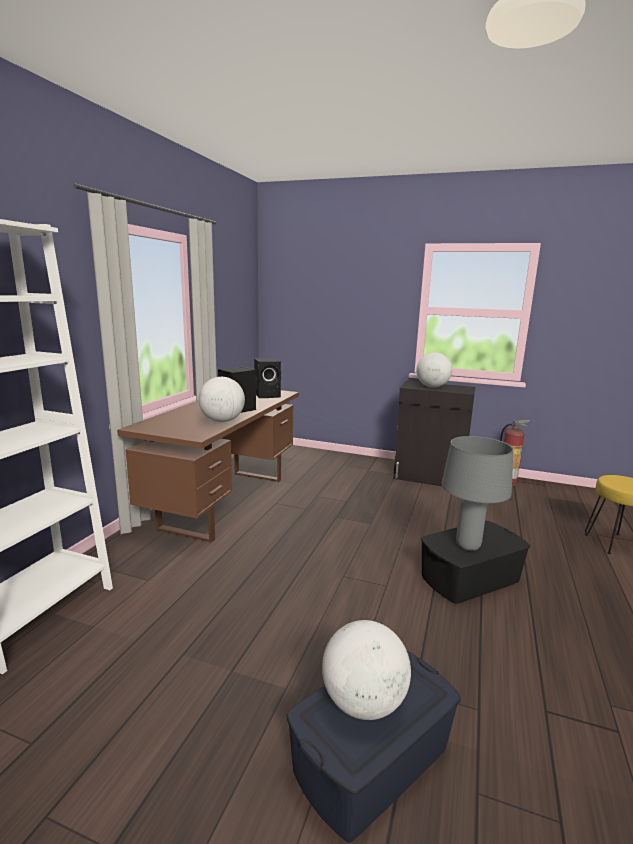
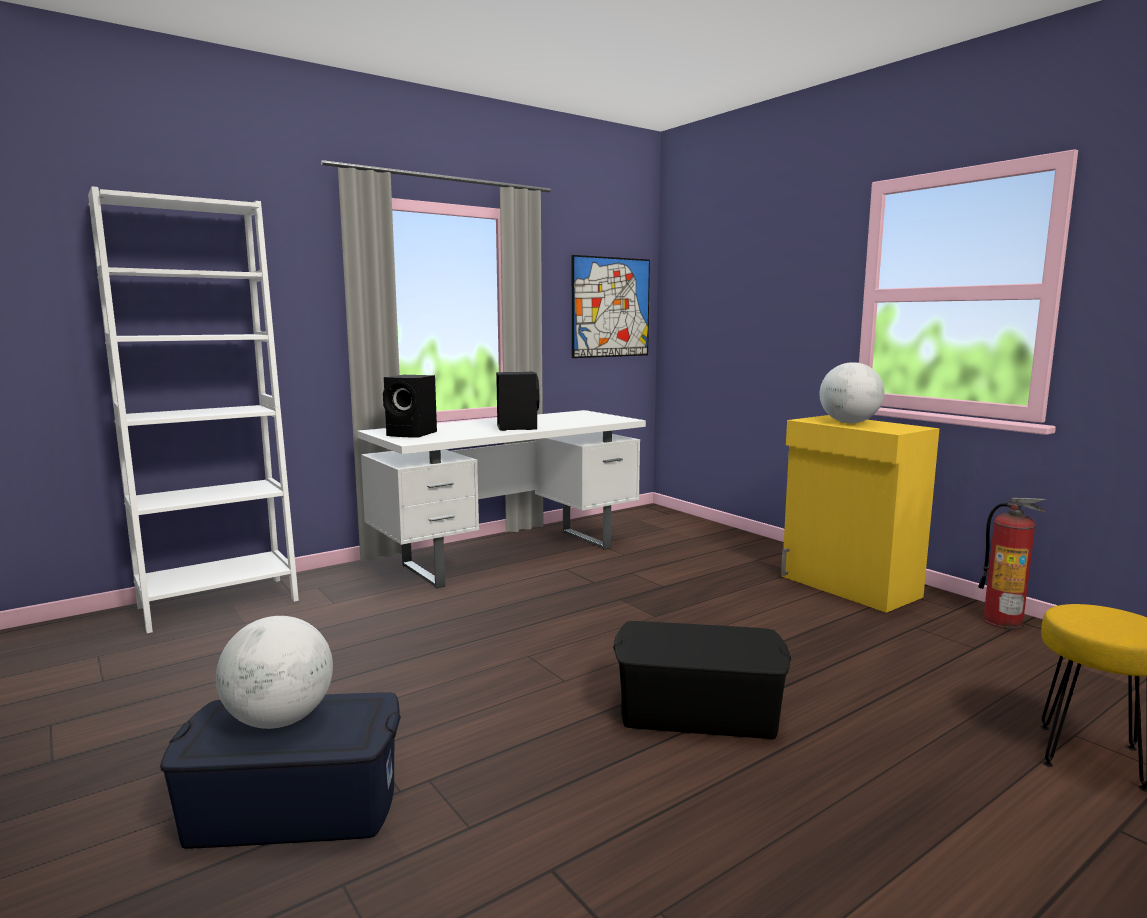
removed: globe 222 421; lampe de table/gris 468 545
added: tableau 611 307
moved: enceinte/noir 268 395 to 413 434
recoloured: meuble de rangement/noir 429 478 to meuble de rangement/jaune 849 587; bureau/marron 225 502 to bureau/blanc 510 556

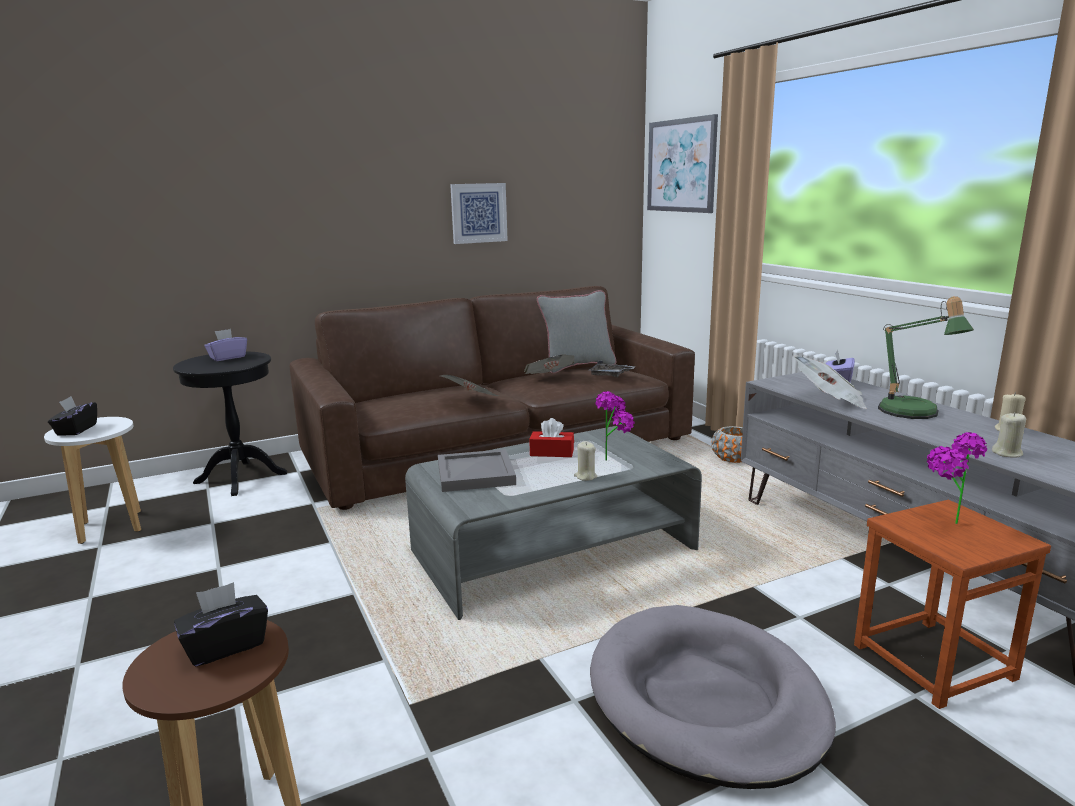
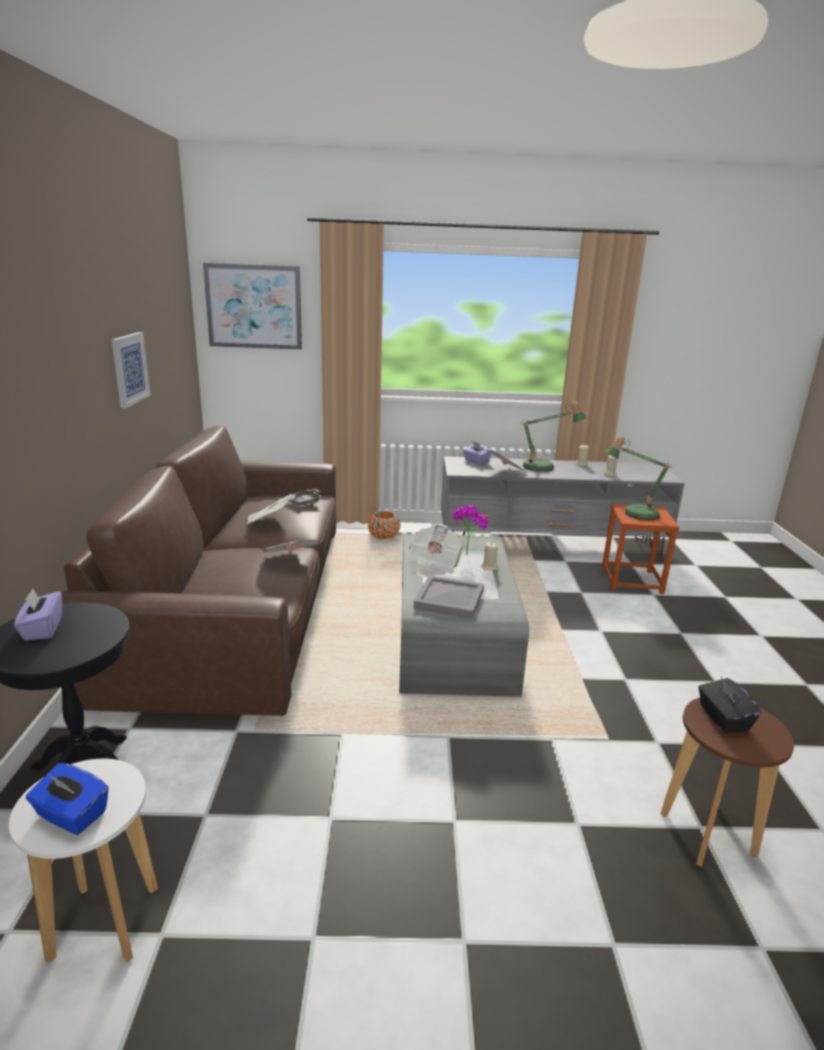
removed: coussin/gris 577 366; panier pour chien/gris 705 699
replaced: boîte à mouchoirs/rouge 552 452 to journal 434 565; plante en pot 943 522 to lampe de table 635 513
recoloured: boîte à mouchoirs/noir 76 430 to boîte à mouchoirs/bleu 71 815

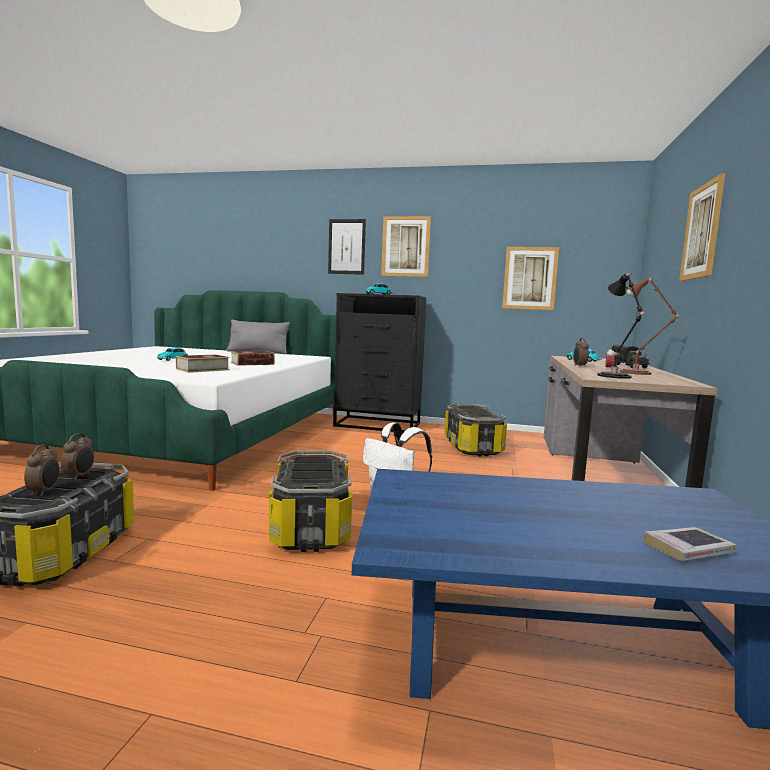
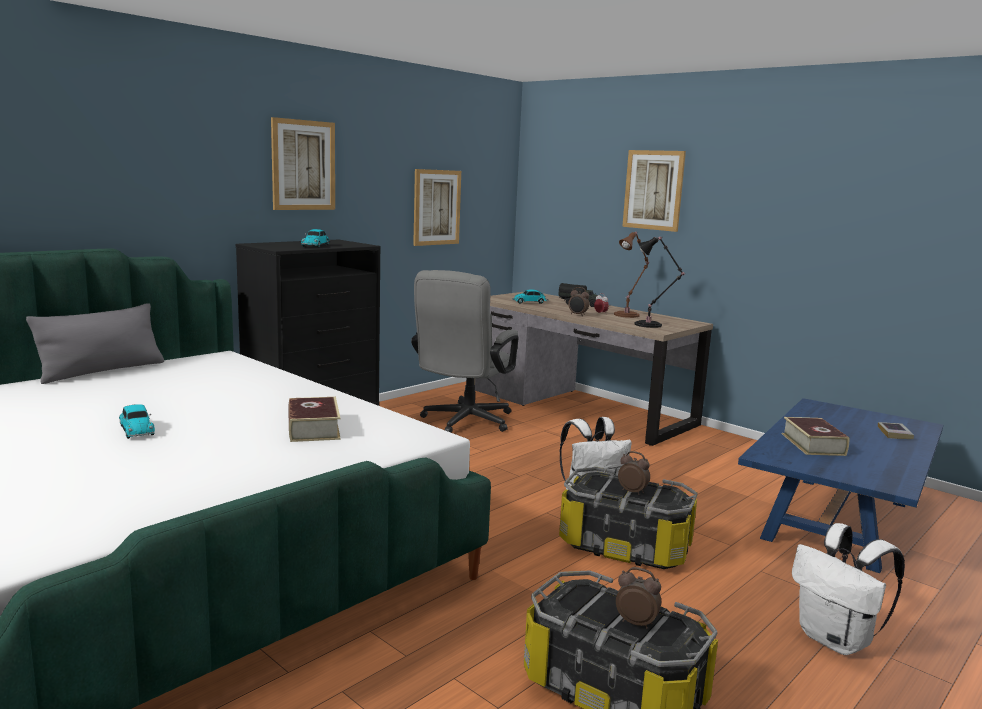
removed: tableau 346 247
added: sac à dos/blanc 836 640
moved: livre 252 363 to 813 444; réveil 79 477 to 632 491
replaced: boîte de rangement 472 447 to chaise de bureau/gris 463 422

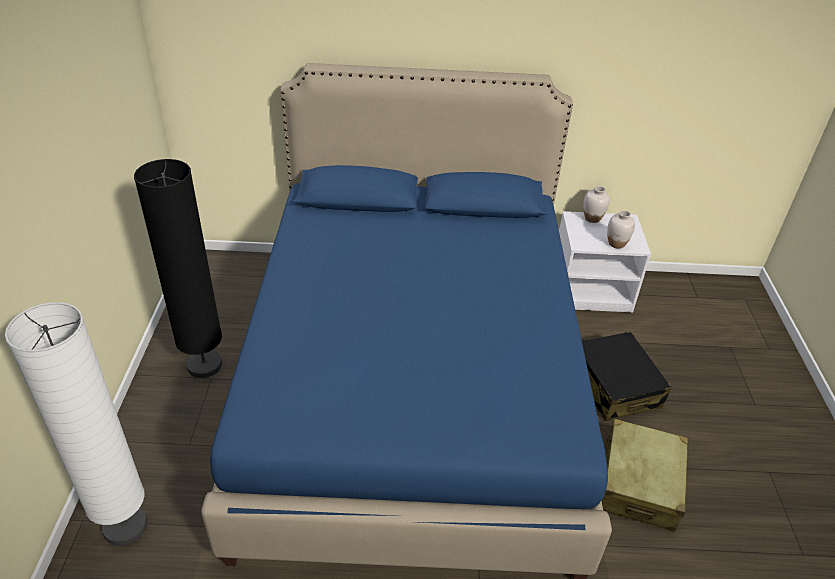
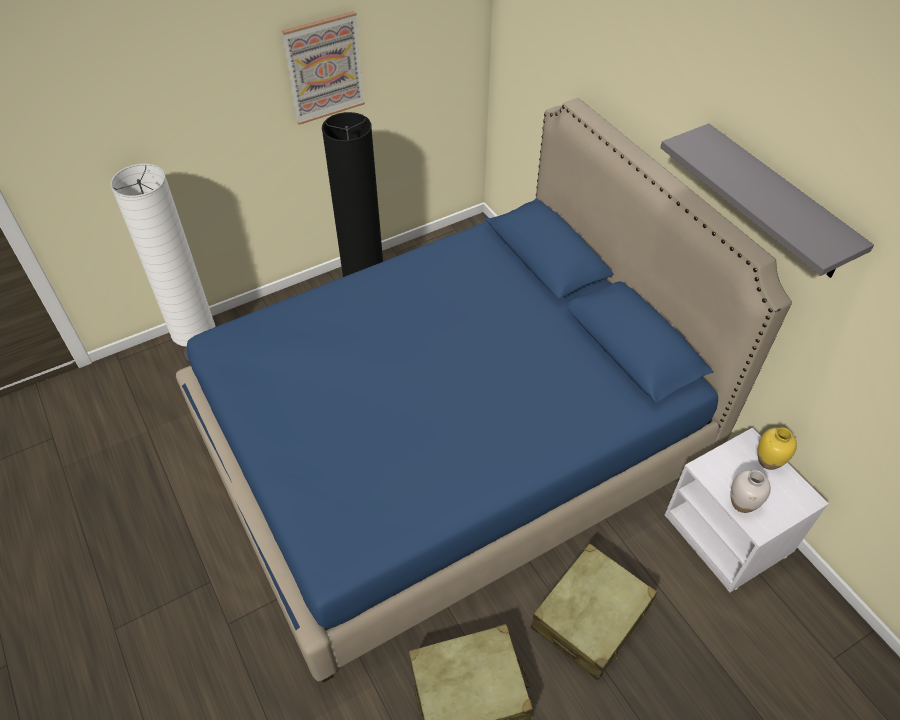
added: tableau 324 68; étagère/gris 776 203
recoloured: vase/blanc 592 218 to vase/jaune 768 461; valise/noir 614 386 to valise/beige 591 617

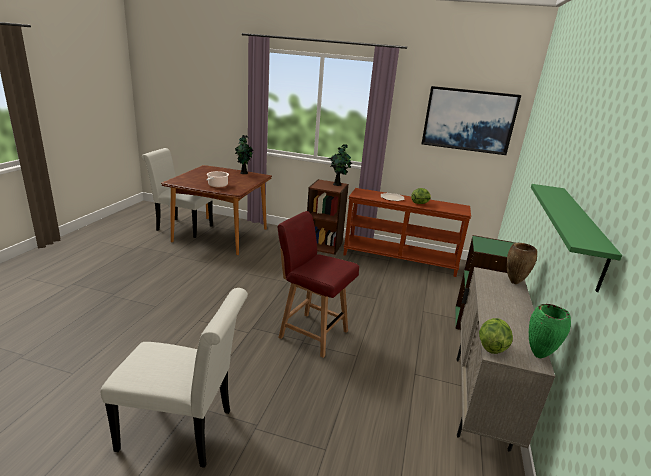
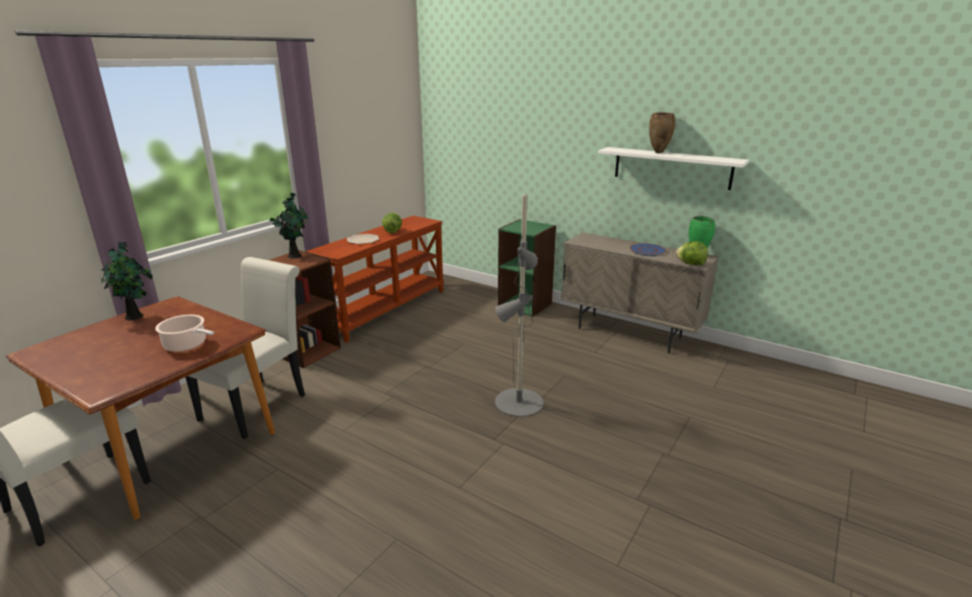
removed: tableau 468 120
added: assiette/bleu 647 250
moved: vase/marron 513 282 to 658 152; chaise/blanc 183 431 to 259 404
replaced: chaise/rouge 312 333 to lampadaire/gris 518 396
recoloured: étagère/vert 580 234 to étagère/blanc 671 168

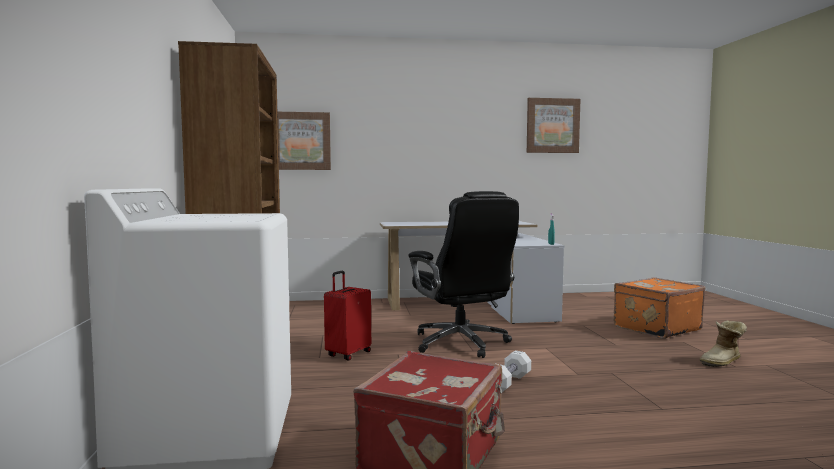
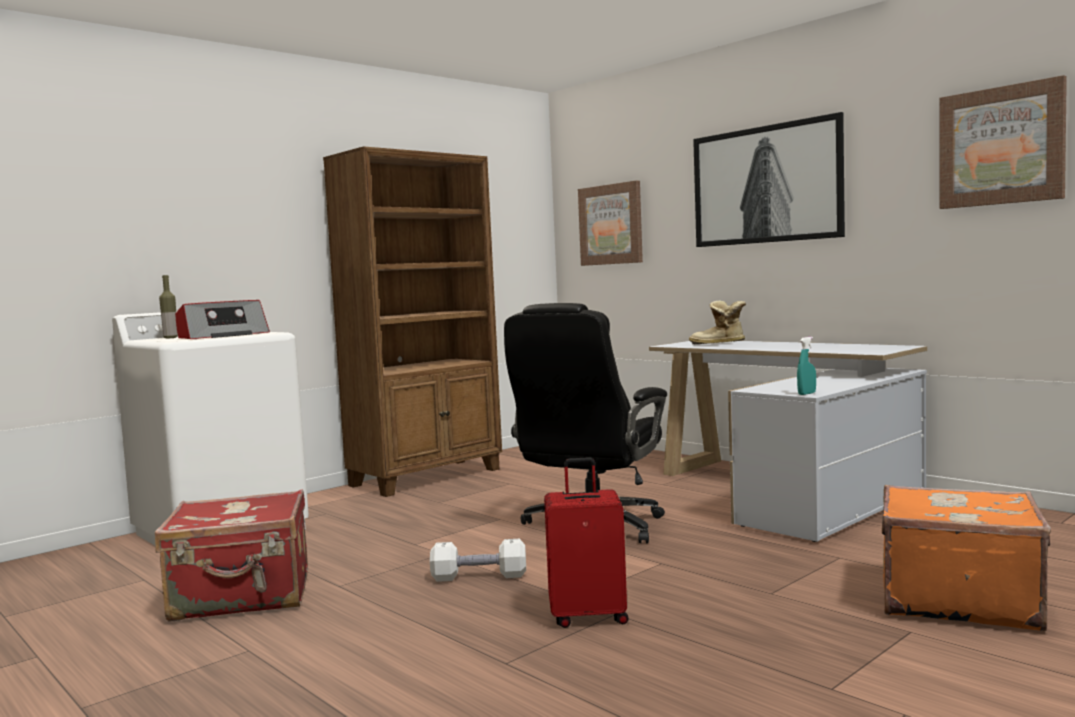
added: tableau 765 184; bouteille 170 338; radio 222 336
moved: valise/rouge 348 354 to 588 616; botte 723 362 to 718 344

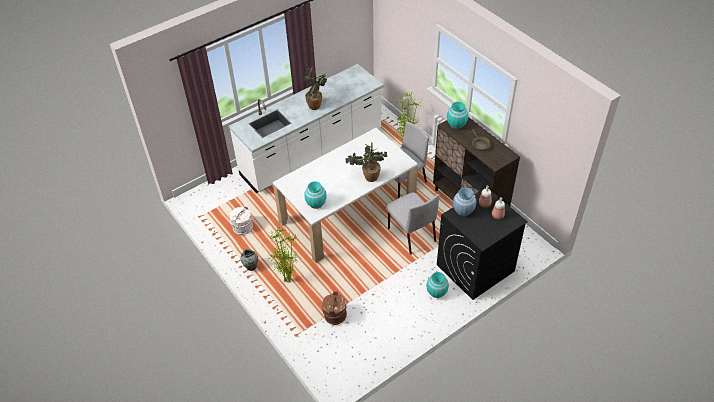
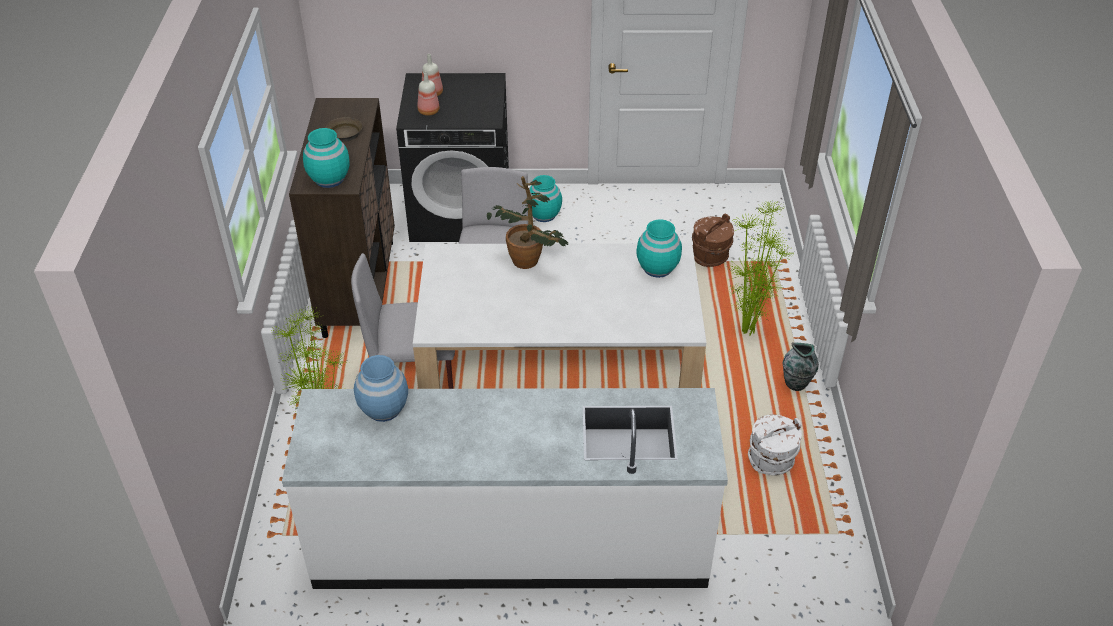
removed: plante en pot 316 104
moved: vase/bleu 463 210 to 383 409

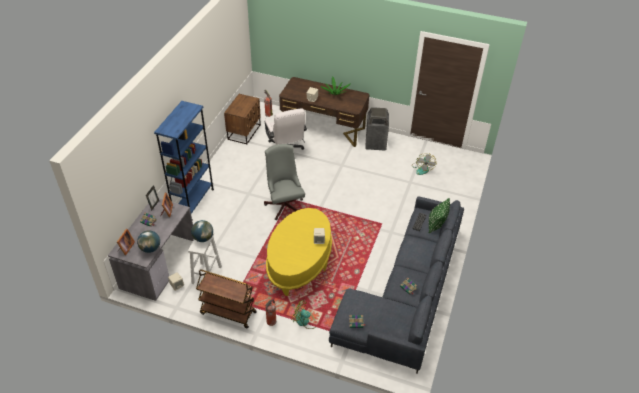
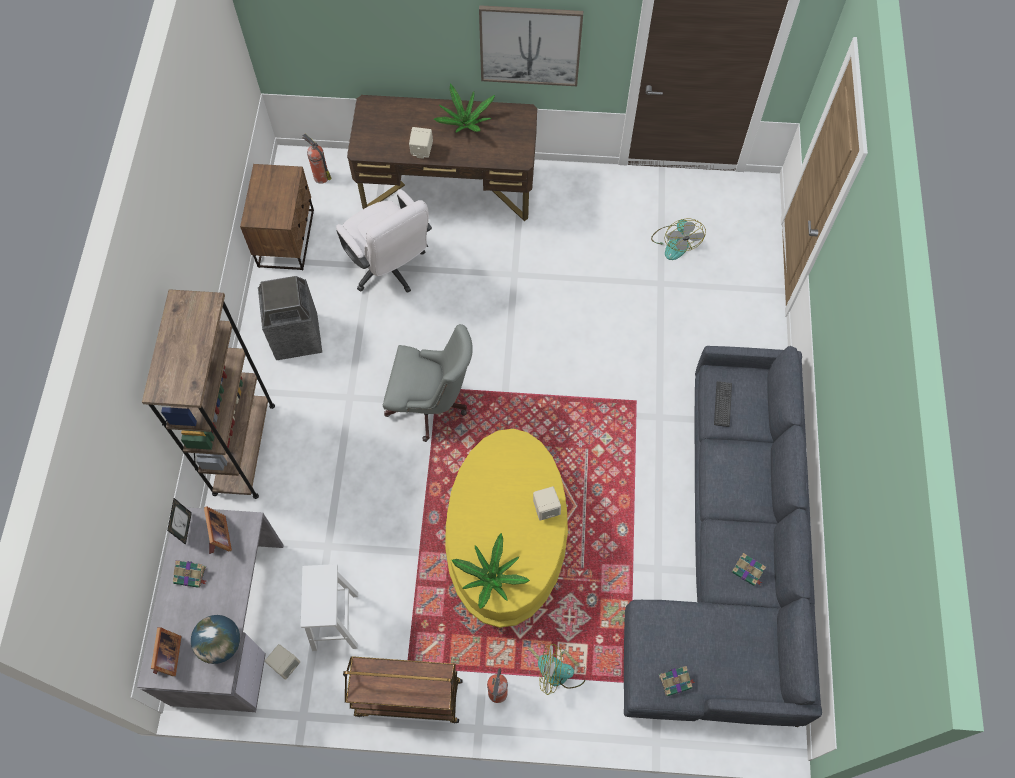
removed: coussin/vert 436 224; globe 203 238
added: tableau 530 45; plante en pot 490 577
moved: poubelle 376 143 to 297 337
recoloured: bibliothèque/bleu 193 202 to bibliothèque/marron 244 449
turned: chaise de bureau/gris 284 204 = 431 405 135 degrees clockwise

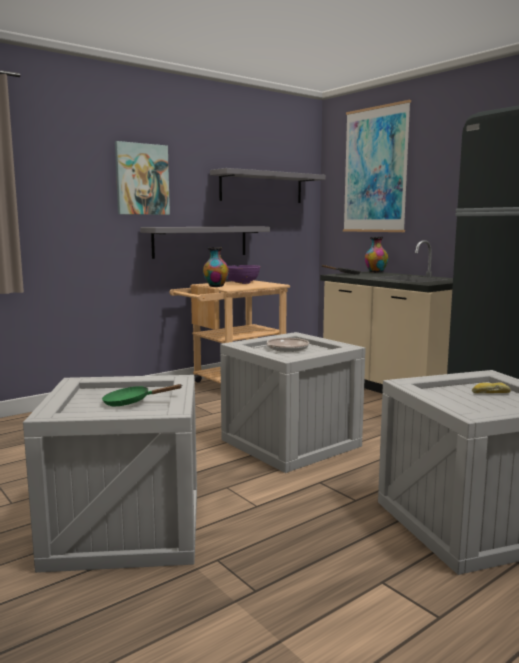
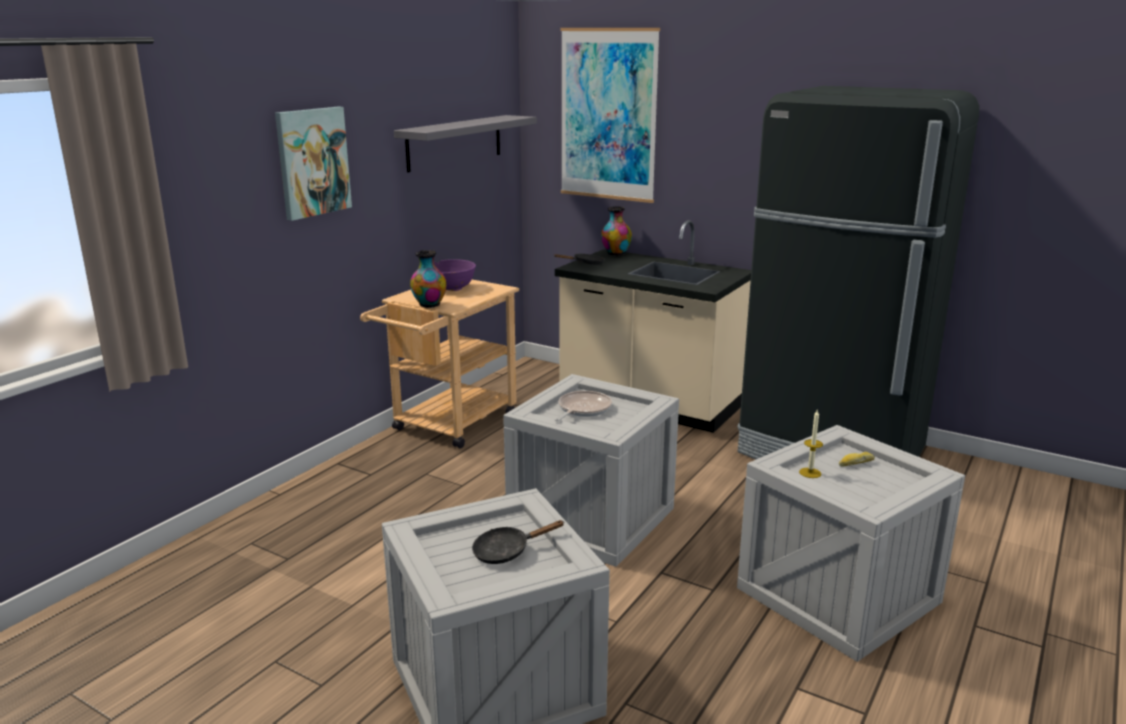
removed: étagère/gris 200 241
added: bougie 810 473
recoloured: poêle/vert 131 402 to poêle/noir 506 551

